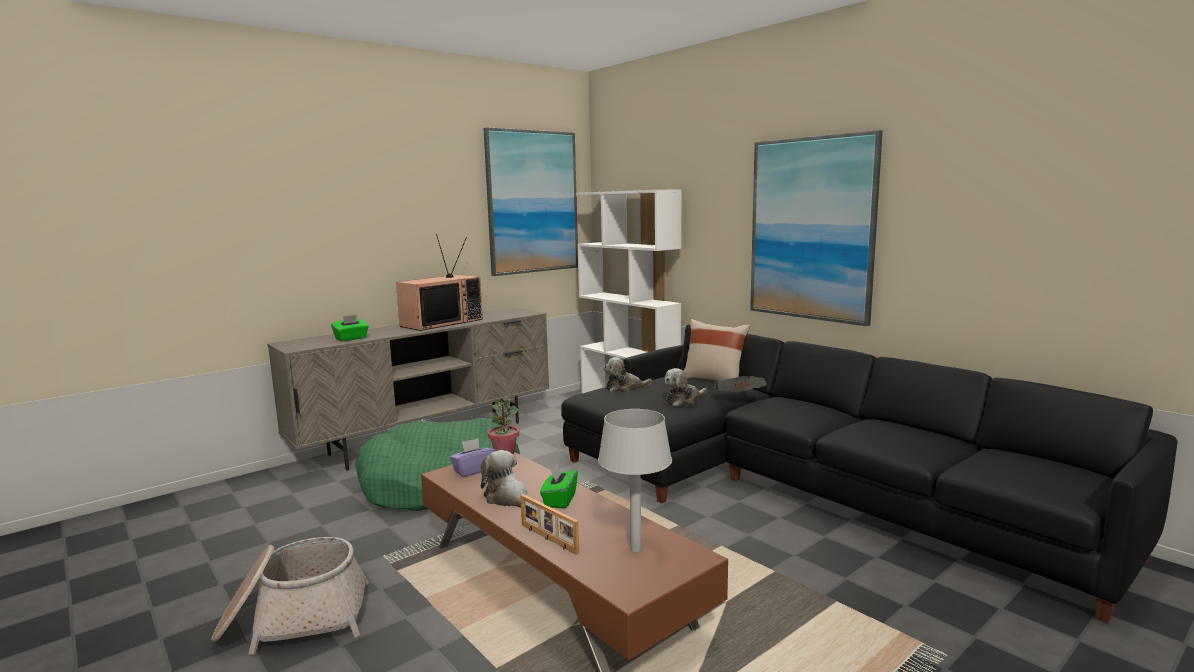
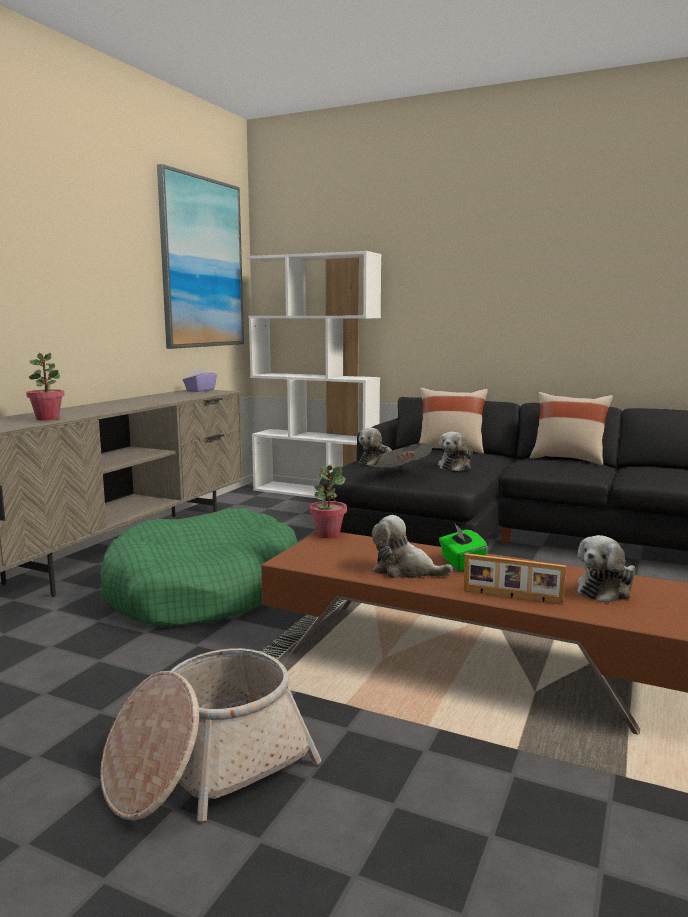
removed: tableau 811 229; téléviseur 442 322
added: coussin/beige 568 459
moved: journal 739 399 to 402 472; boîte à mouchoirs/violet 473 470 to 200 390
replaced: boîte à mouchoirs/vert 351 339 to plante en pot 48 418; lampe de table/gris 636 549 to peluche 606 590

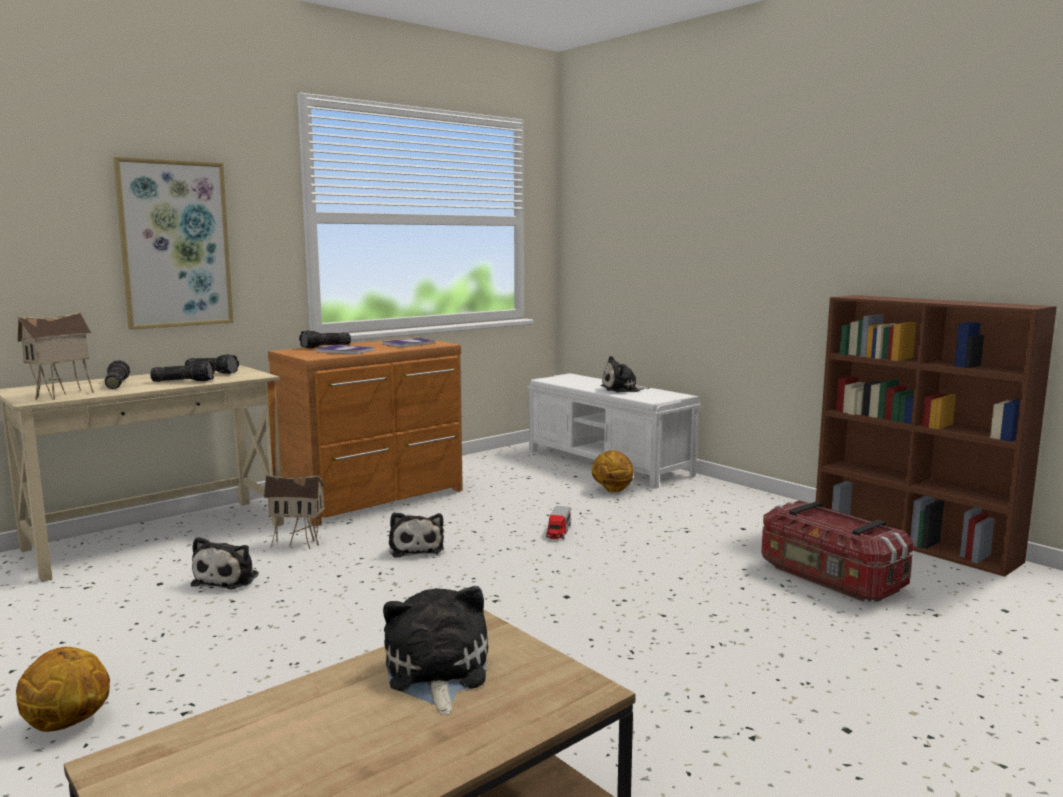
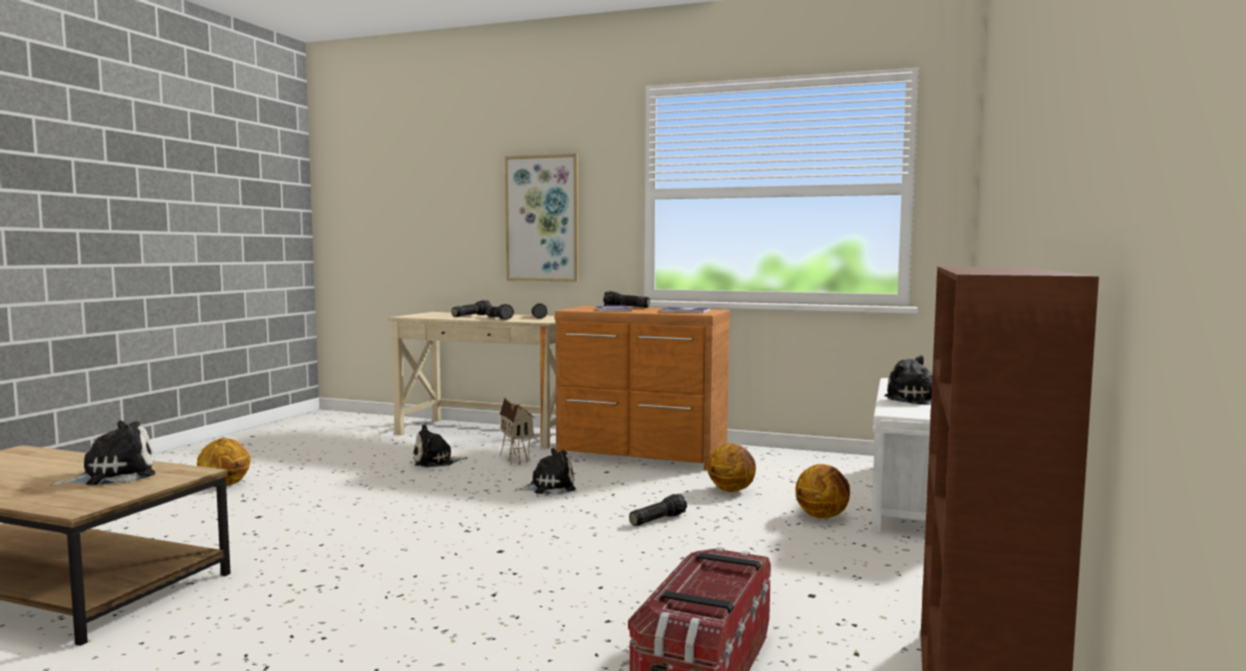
removed: maison miniature 63 396
added: ballon de basket 731 490
replaced: camion jouet 558 532 to lampe de poche 657 519
turned: peluche 416 548 = 549 487 150 degrees counterclockwise

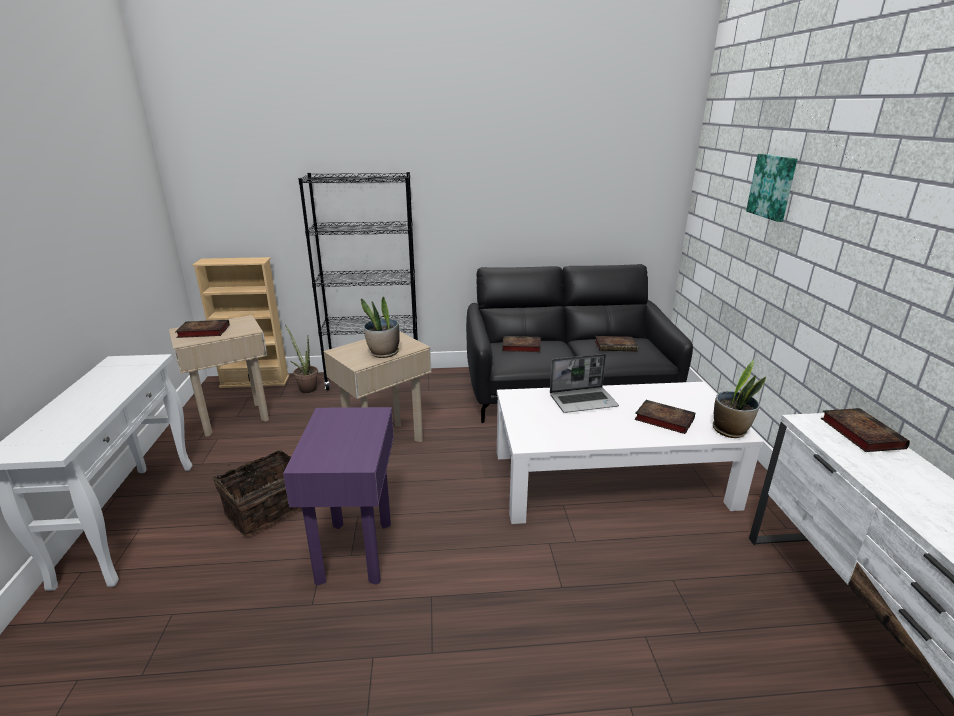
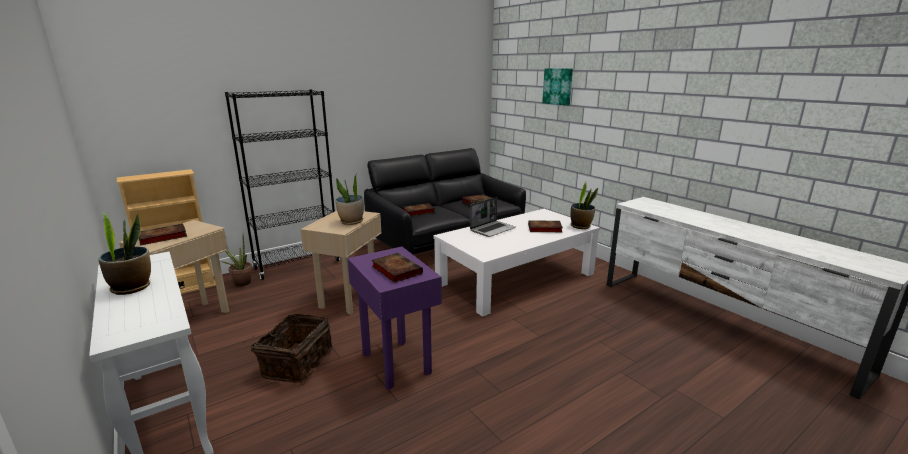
added: plante en pot 132 287
moved: livre 859 432 to 395 270

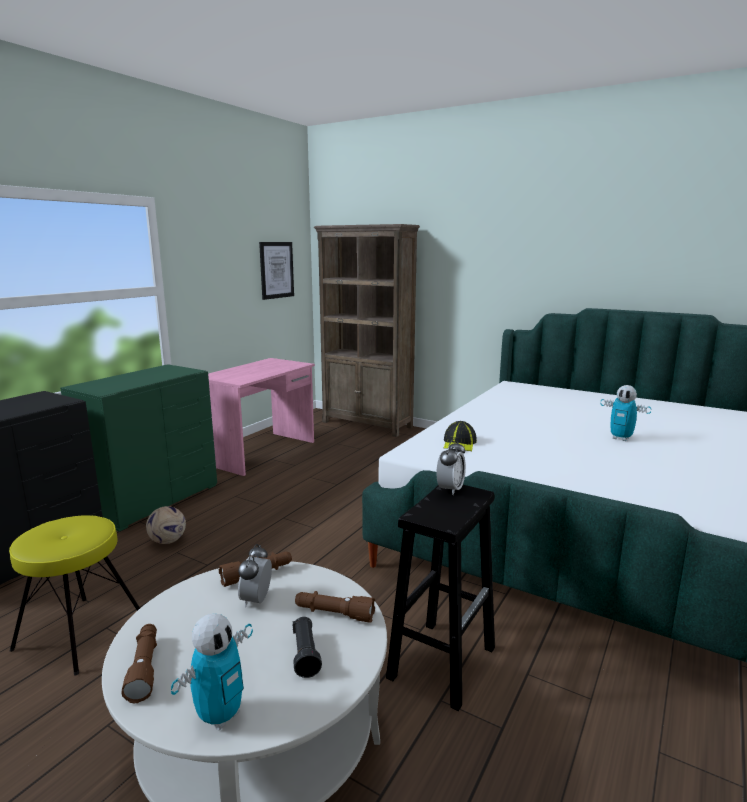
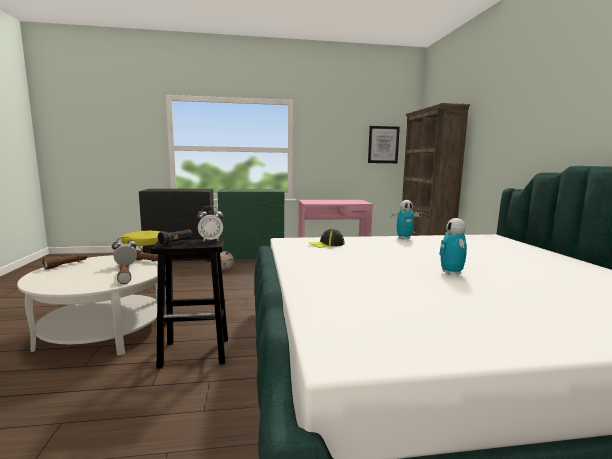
moved: robot jouet 220 716 to 404 238; lampe de poche/noir 305 655 to 176 242

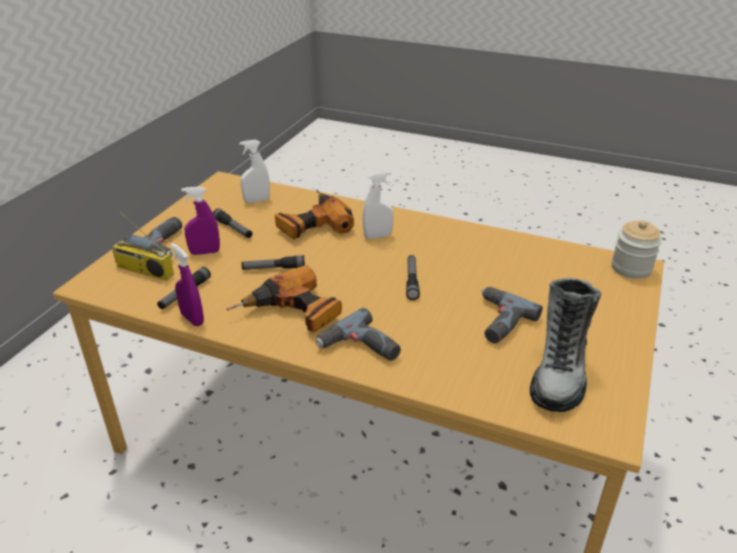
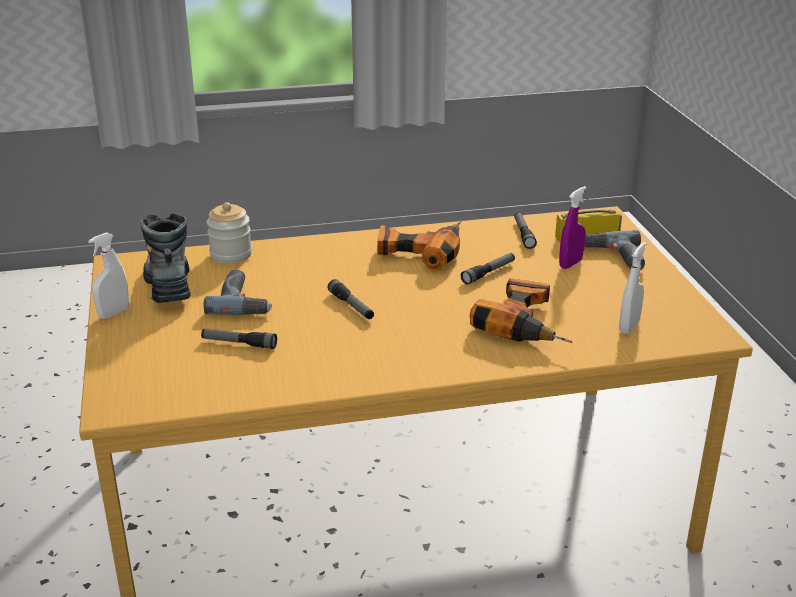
removed: vaporisateur/violet 192 319; perceuse 359 349
moved: vaporisateur/blanc 377 236 to 113 313; lampe de poche 233 229 to 239 343; bocal 631 268 to 231 254

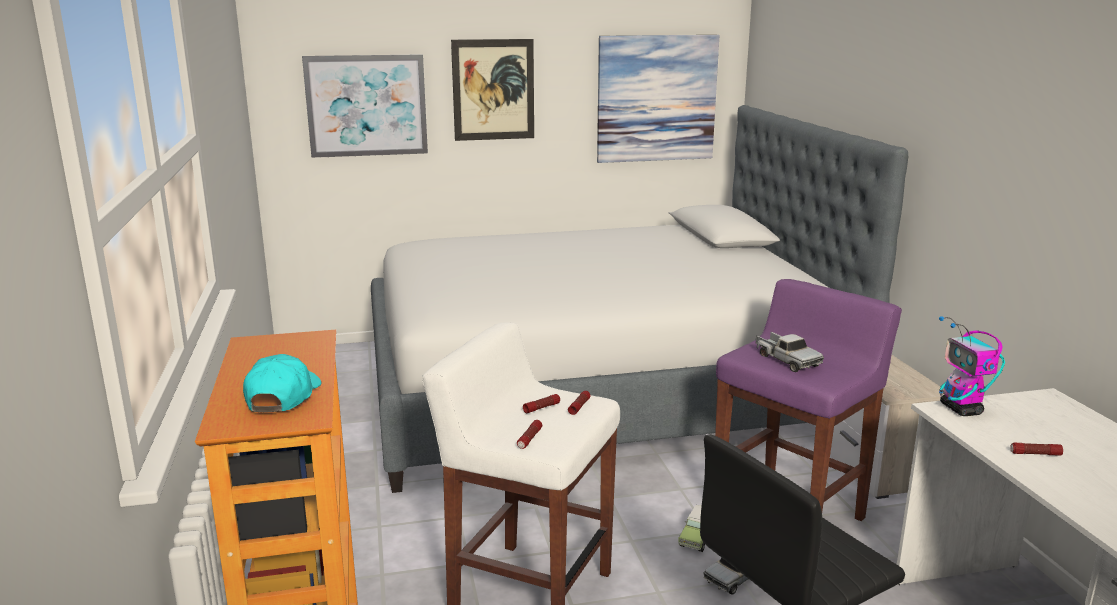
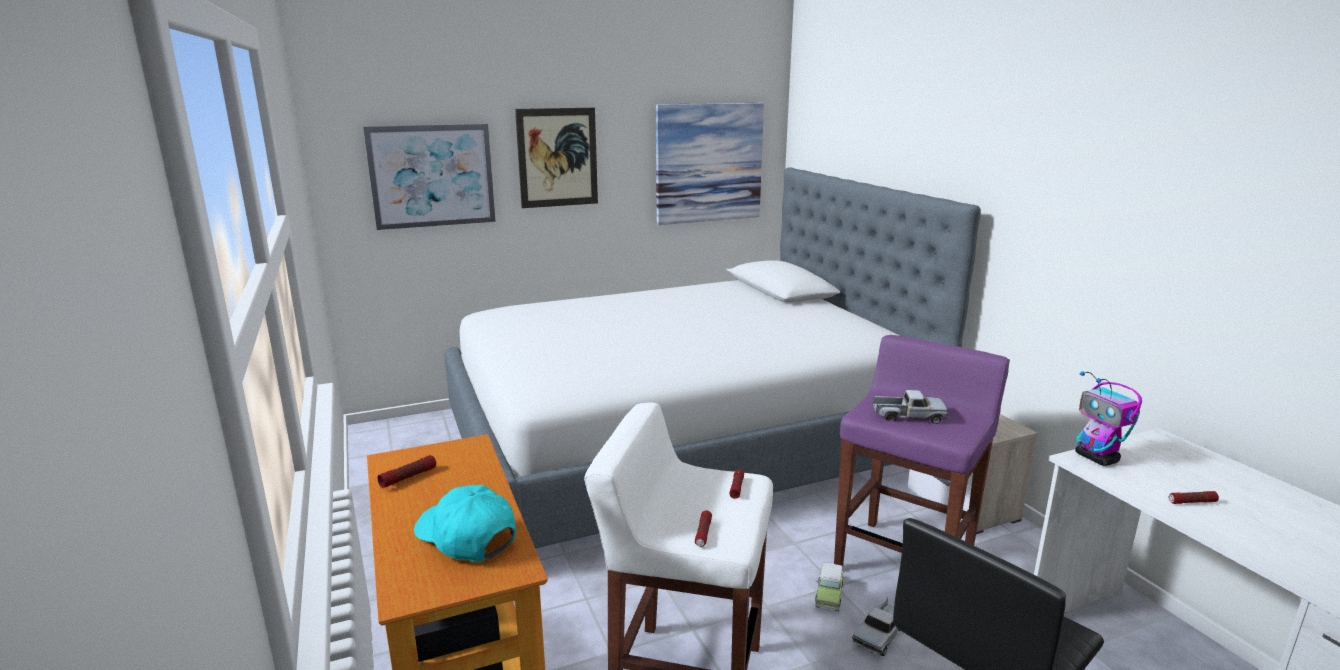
moved: lampe de poche 541 408 to 408 477
turned: camion jouet 786 360 = 908 416 45 degrees counterclockwise; casquette/turquoise 283 396 = 466 537 45 degrees counterclockwise

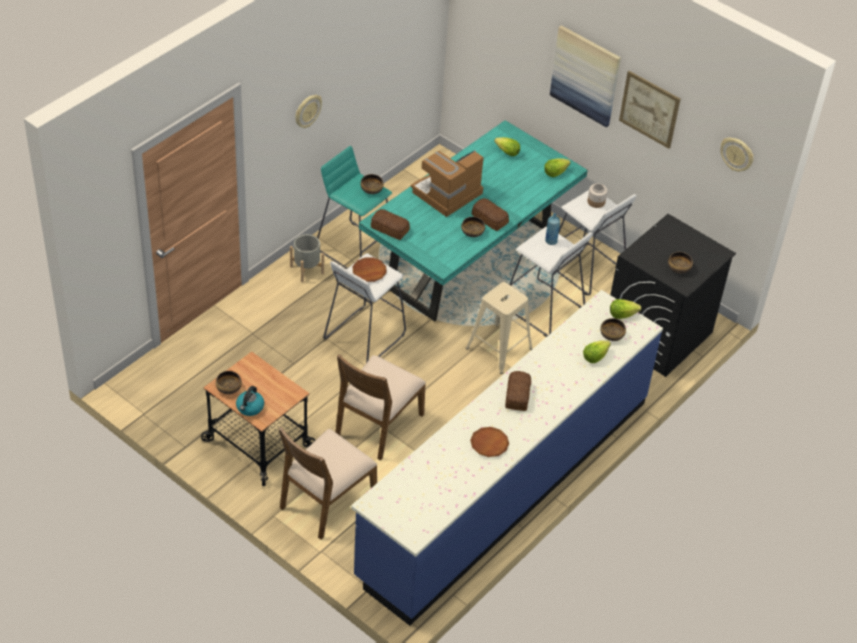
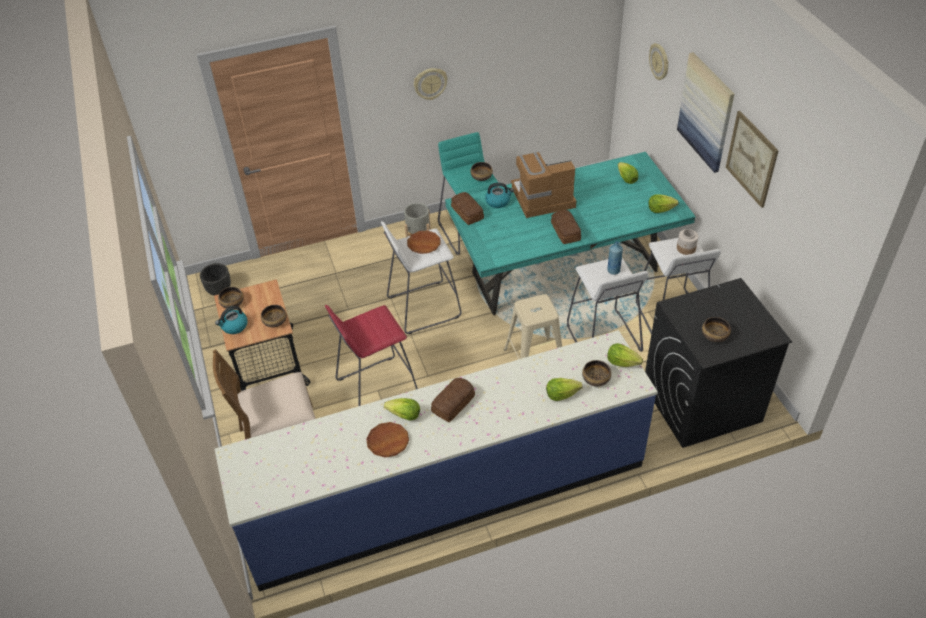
added: bouilloire 498 201; cache-pot/noir 219 291; laitue 404 415
moved: horloge murale 737 154 to 659 62; bol 472 232 to 275 321
replaced: chaise/marron 377 424 to tabouret/rouge 376 388

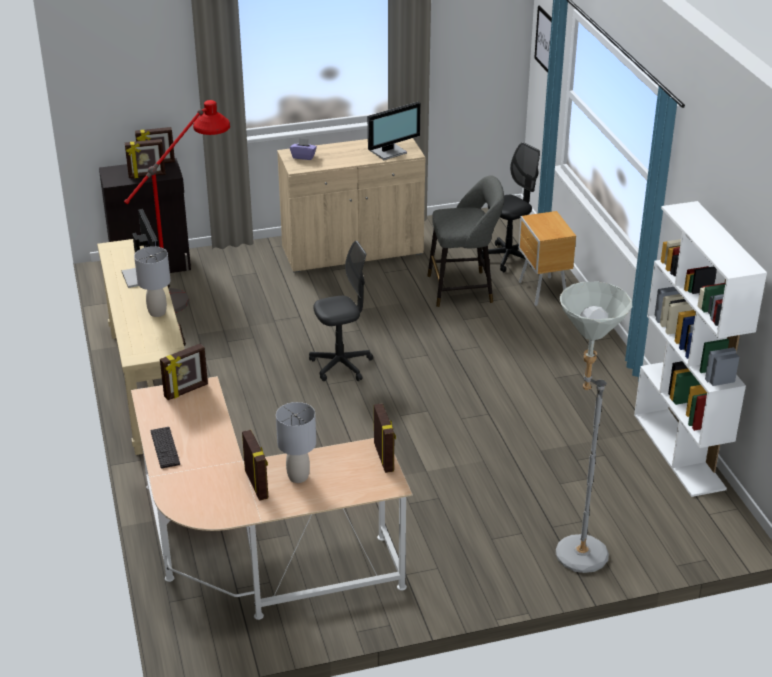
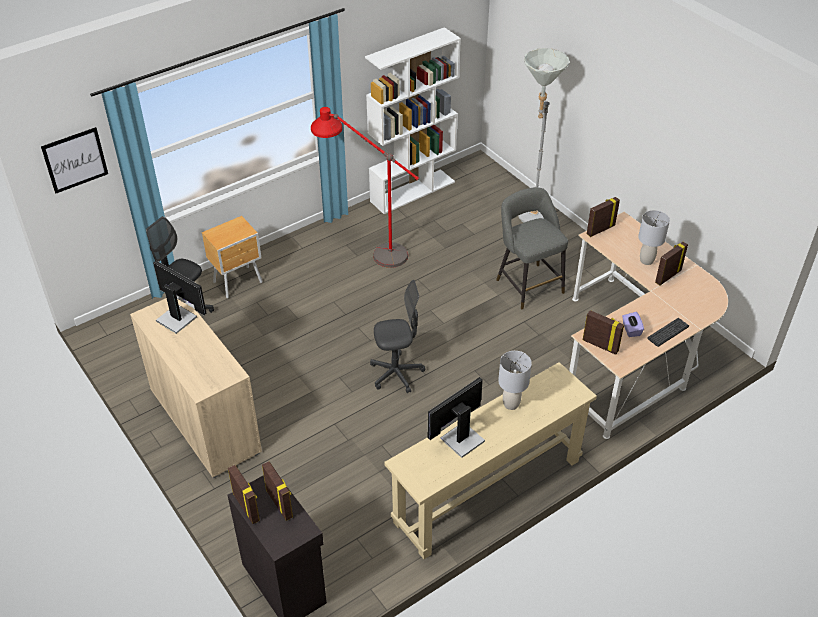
moved: lampadaire/rouge 190 290 to 367 249; boîte à mouchoirs/violet 303 156 to 631 330; tabouret/gris 464 289 to 527 284
turned: chaise de bureau/gris 341 365 = 396 374 120 degrees clockwise

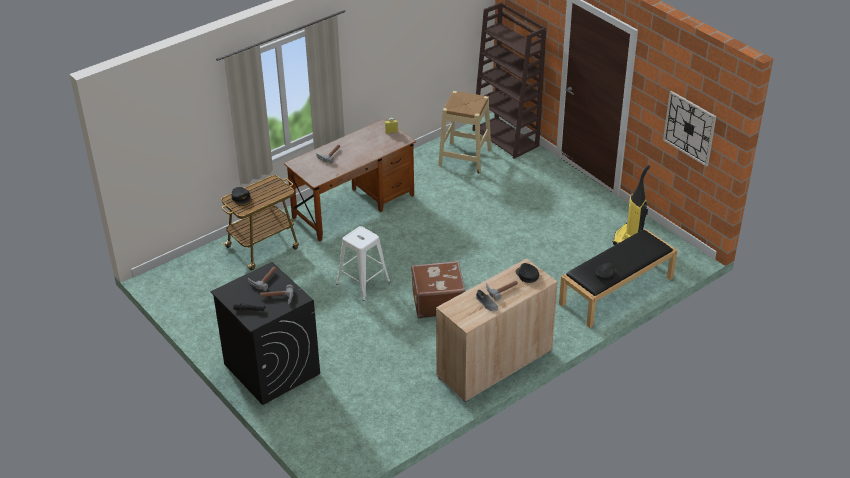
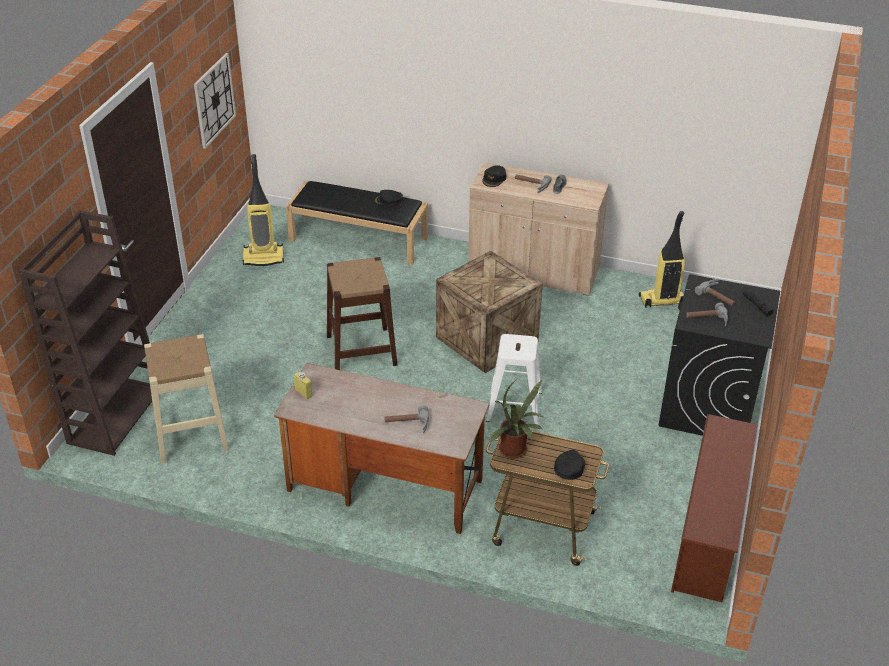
added: aspirateur 661 301; tabouret/marron 361 350; plante en pot 515 451; étagère à chaussures/marron 709 535
replaced: valise/marron 437 302 to caisse 488 339

